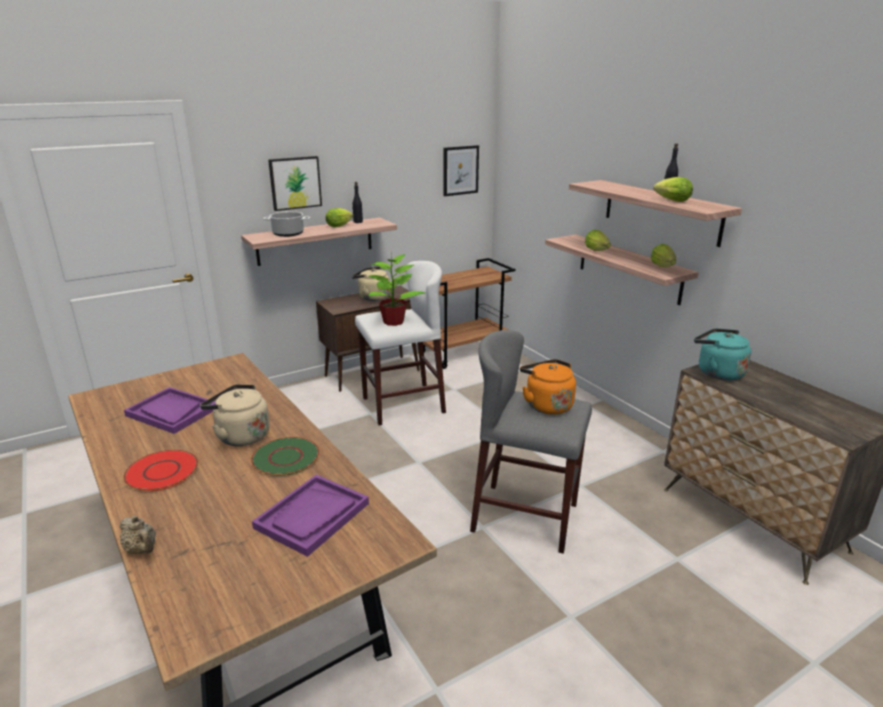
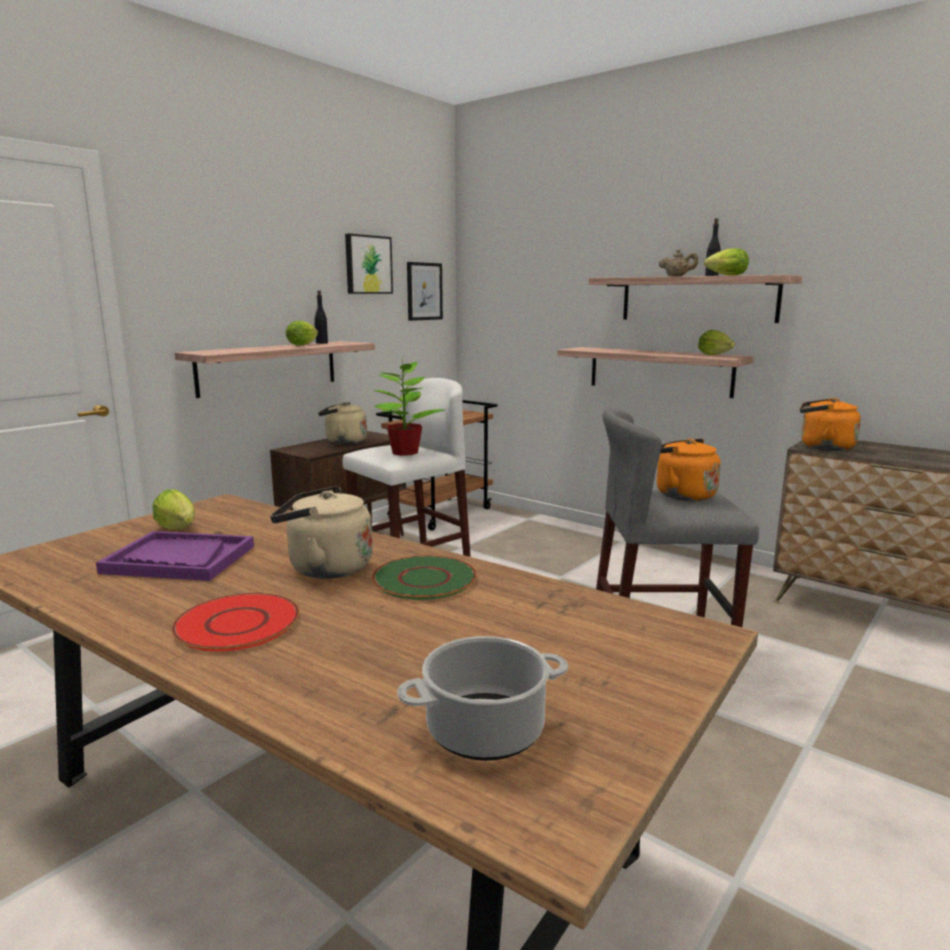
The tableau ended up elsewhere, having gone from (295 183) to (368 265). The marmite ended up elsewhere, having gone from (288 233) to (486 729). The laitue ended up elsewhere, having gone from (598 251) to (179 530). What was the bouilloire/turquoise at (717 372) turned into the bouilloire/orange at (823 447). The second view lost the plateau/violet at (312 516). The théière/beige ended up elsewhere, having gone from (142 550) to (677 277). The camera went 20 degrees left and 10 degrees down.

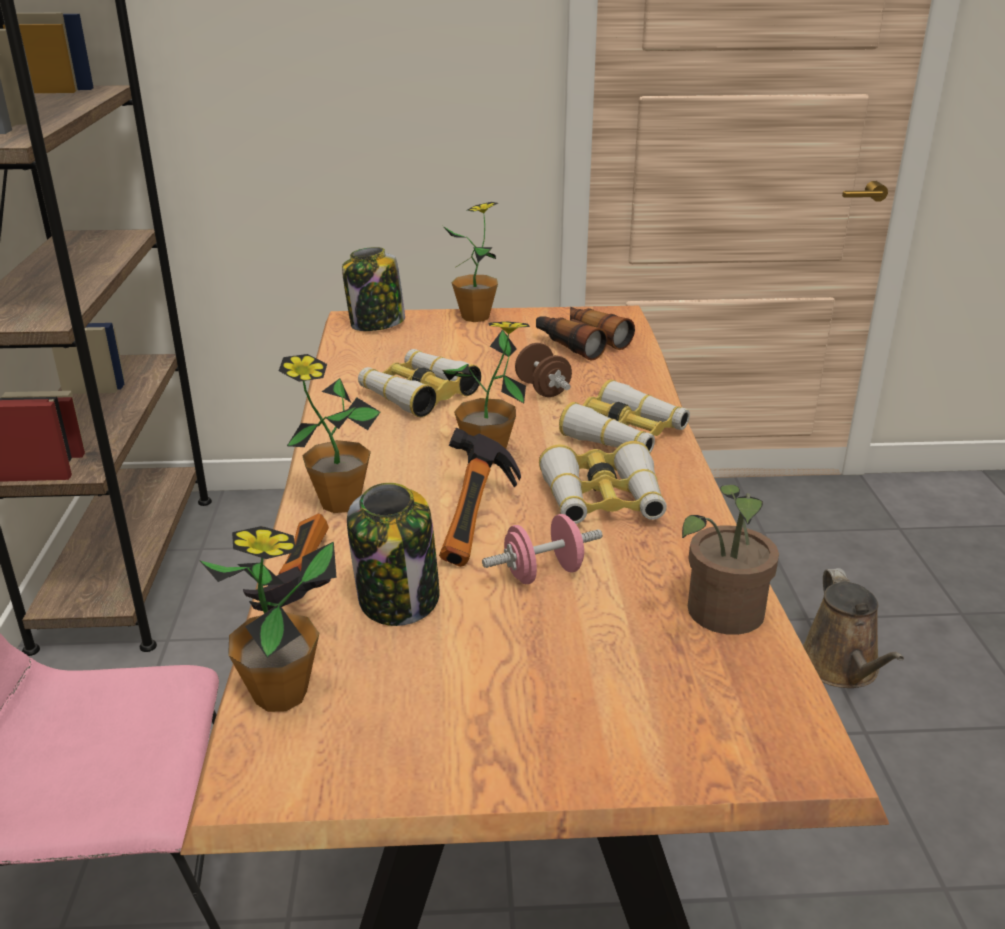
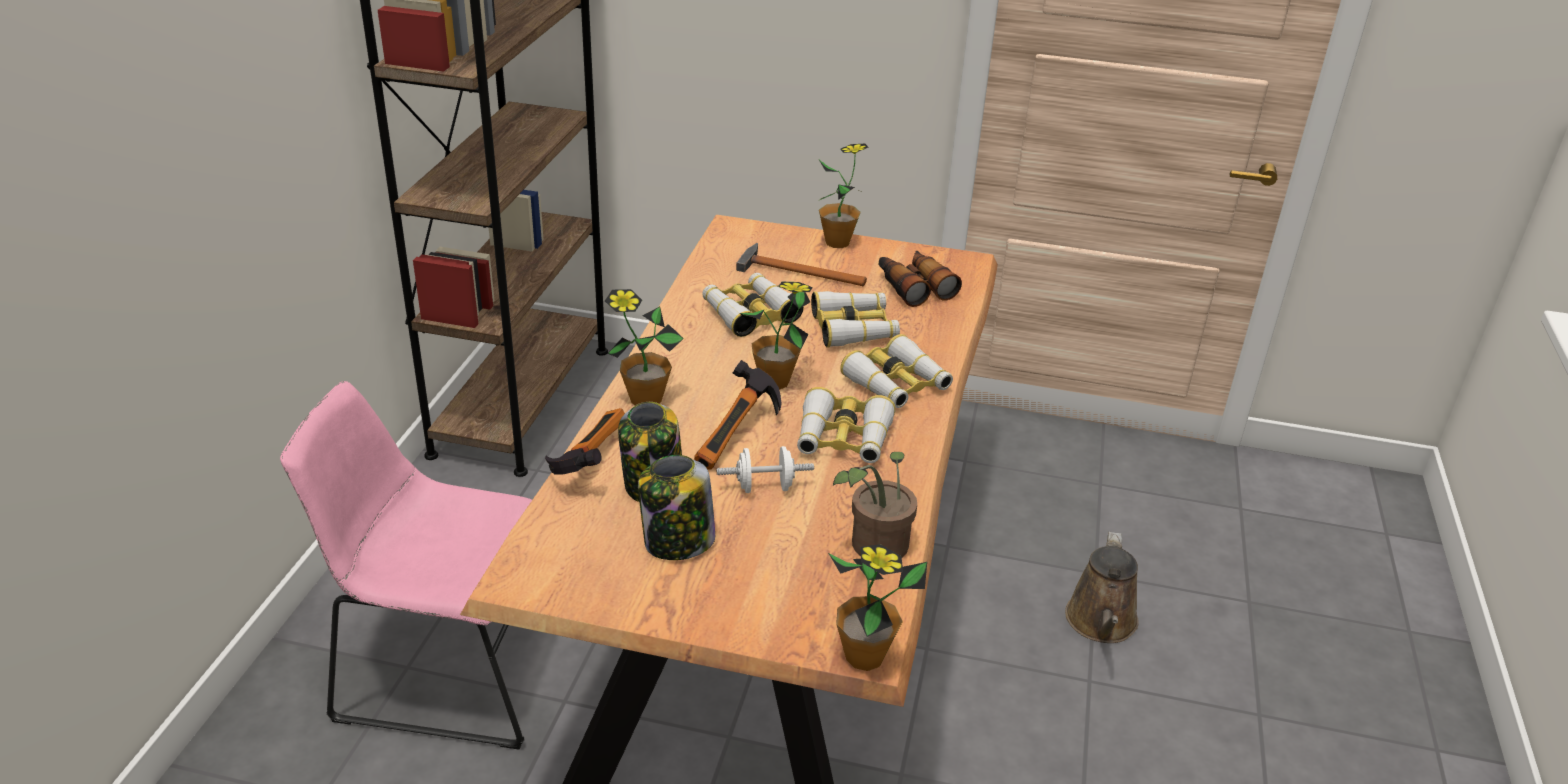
The bocal ended up elsewhere, having gone from (376 324) to (677 542). Where the haltère/marron stood at (542 389), the jumelles came to stand at (854 328). What was the haltère/rose at (543 573) turned into the haltère/blanc at (764 487). The plante en pot ended up elsewhere, having gone from (280 694) to (864 657). The second view gained the marteau at (796 271). The camera went 15 degrees right and 5 degrees up.

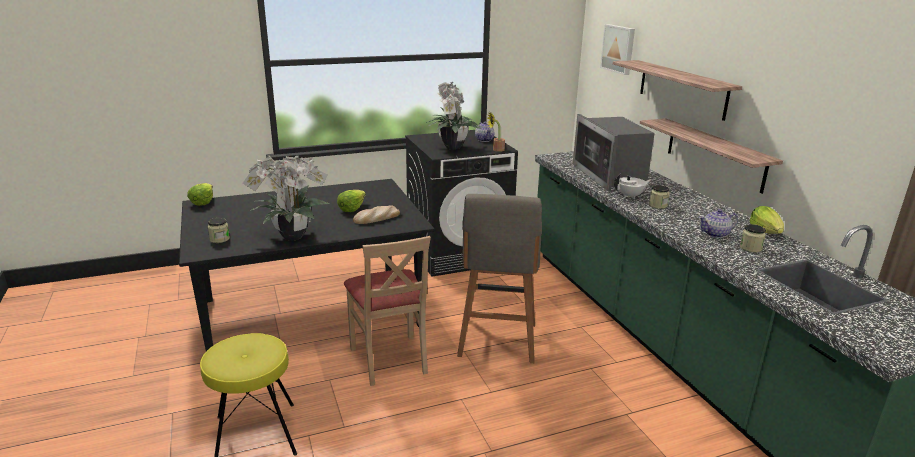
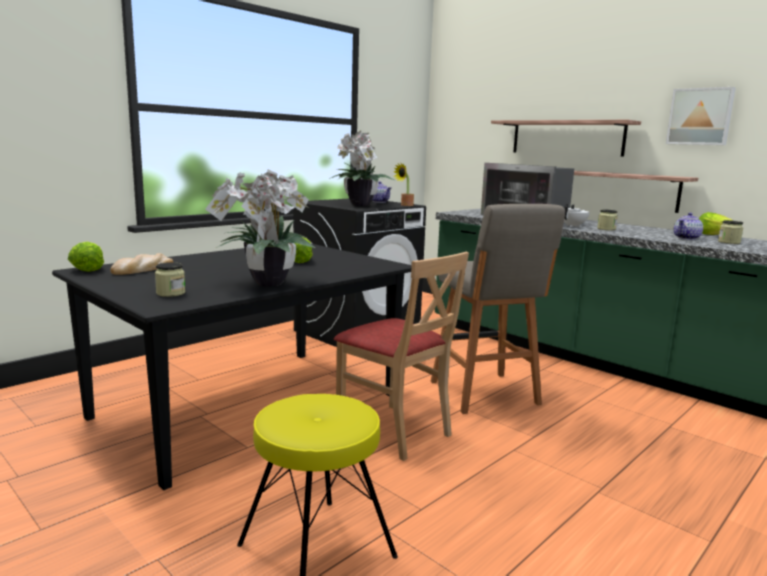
The tableau ended up elsewhere, having gone from (619 49) to (700 116). The pain ended up elsewhere, having gone from (376 218) to (143 269). The camera went 25 degrees left and 10 degrees down.

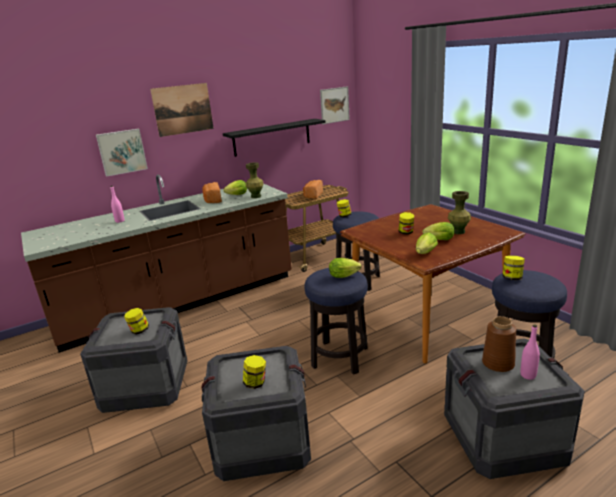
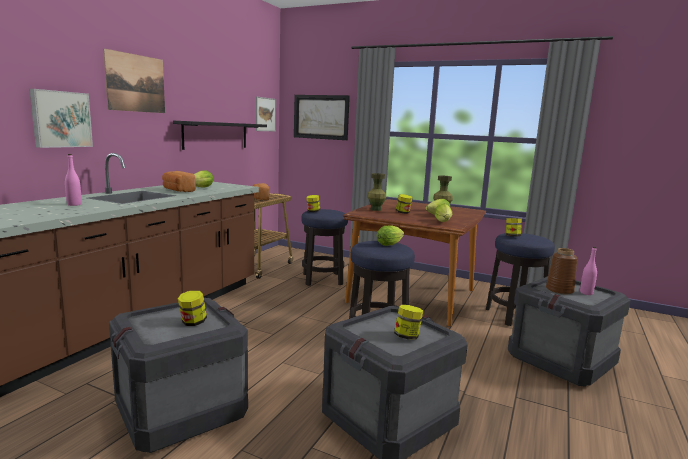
The vase/vert ended up elsewhere, having gone from (256 196) to (376 209). The second view gained the tableau at (321 117). The camera went 35 degrees left and 10 degrees down.

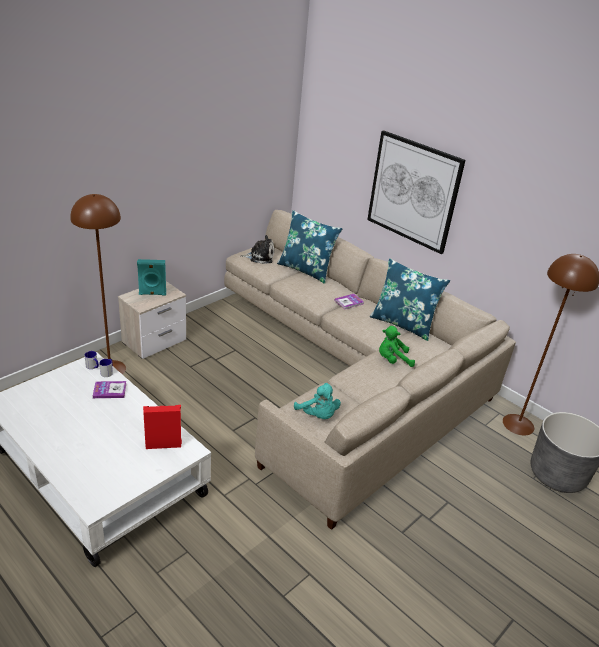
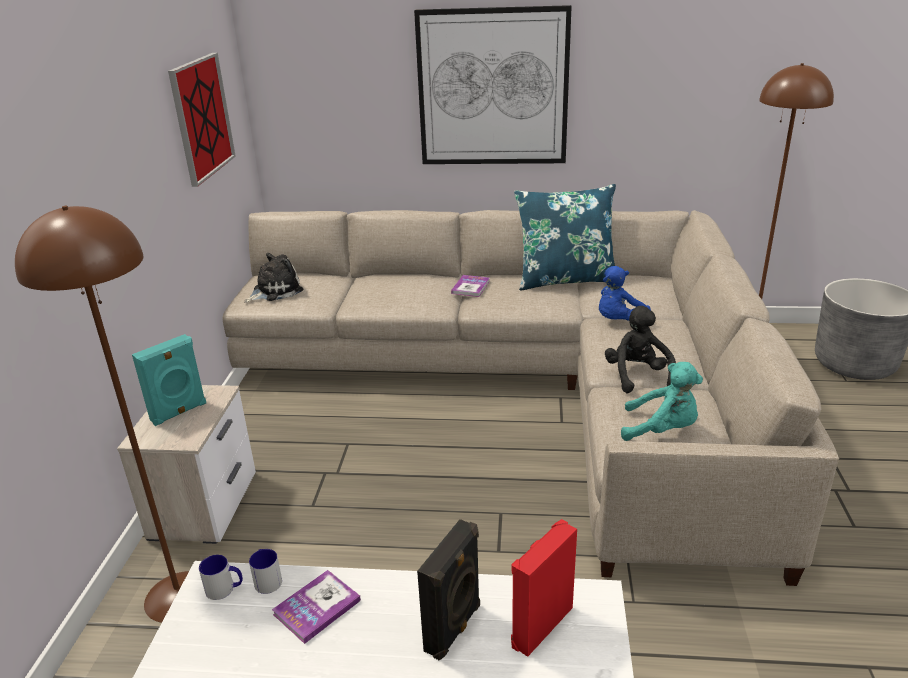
The second view lost the coussin/bleu at (306 270). What was the peluche/vert at (392 360) turned into the peluche/bleu at (618 321). The second view gained the tableau at (202 117). The second view gained the peluche/noir at (637 376). The second view gained the enceinte/noir at (454 628). The camera went 35 degrees left and 5 degrees down.

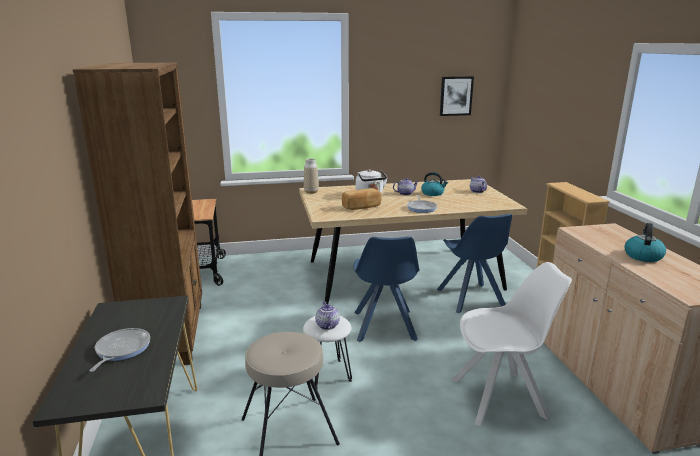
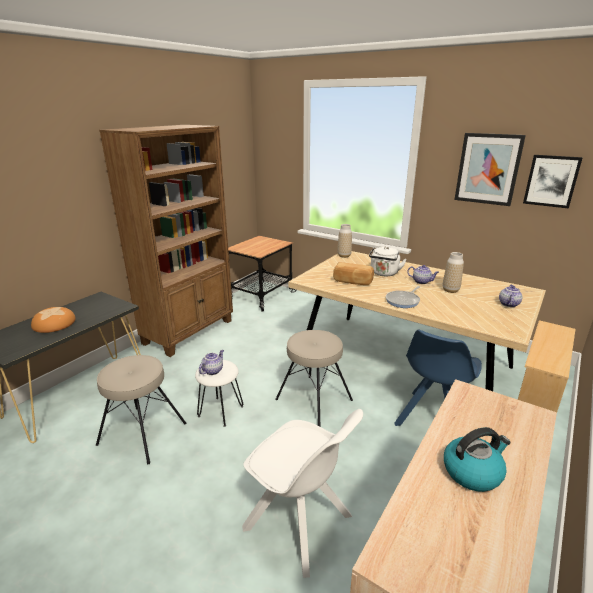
Where the bouilloire stood at (433 193), the vase came to stand at (450 290). Where the chaise/bleu stood at (384 327), the tabouret/beige came to stand at (313 400). Where the poêle stood at (121 349), the pain came to stand at (54 323). The second view gained the tableau at (488 169). The camera went 45 degrees right and 5 degrees up.

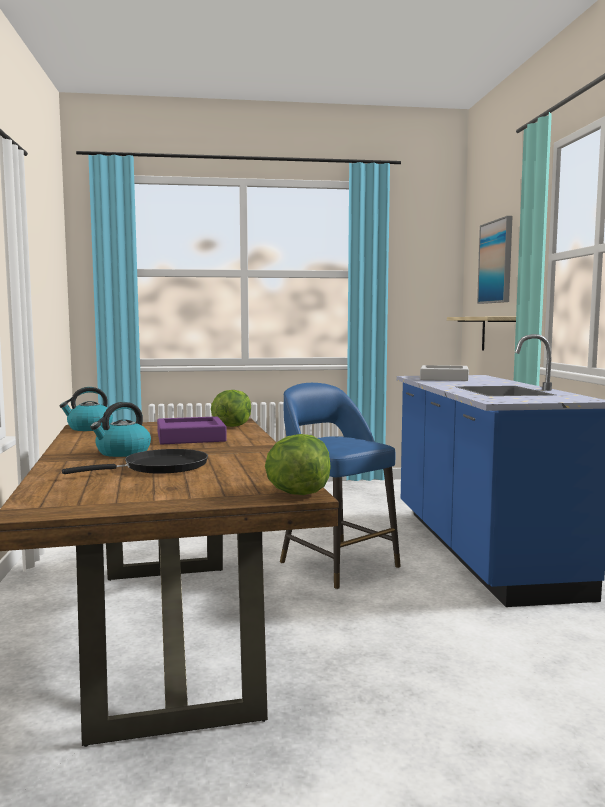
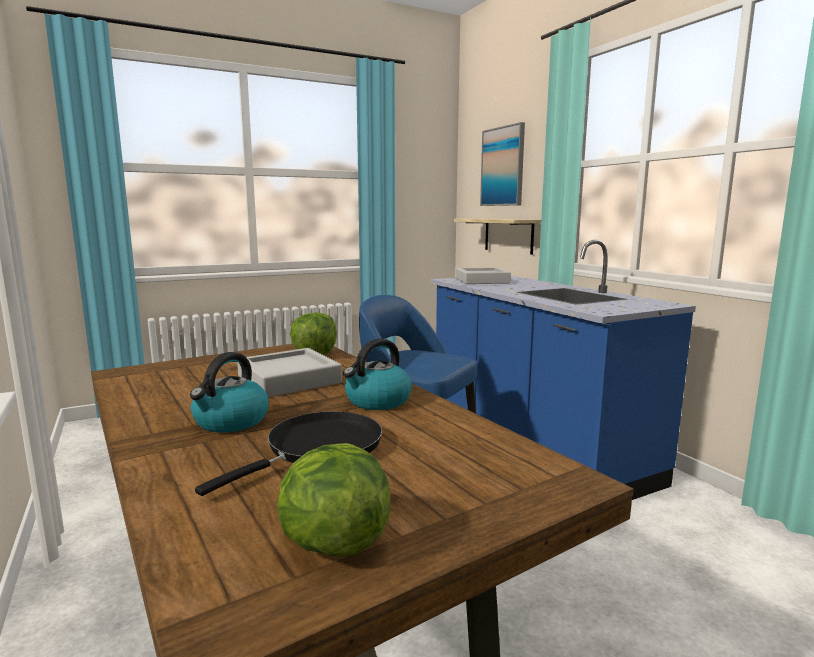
The bouilloire ended up elsewhere, having gone from (89 428) to (377 401). What was the plateau/violet at (191 437) turned into the plateau/gris at (289 380). The laitue ended up elsewhere, having gone from (297 493) to (333 542). The camera went 20 degrees left and 5 degrees up.

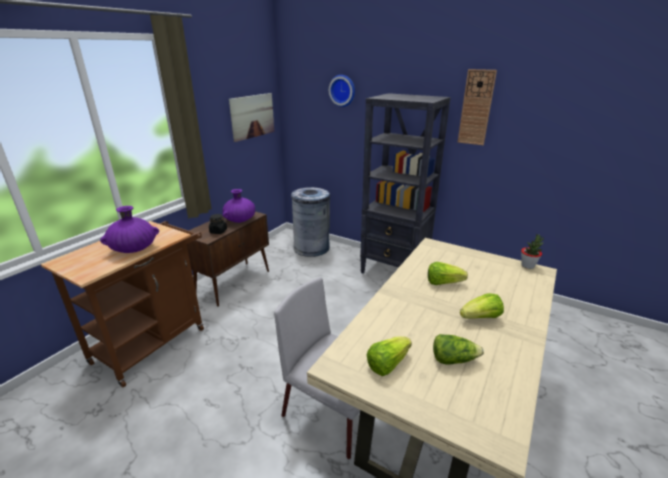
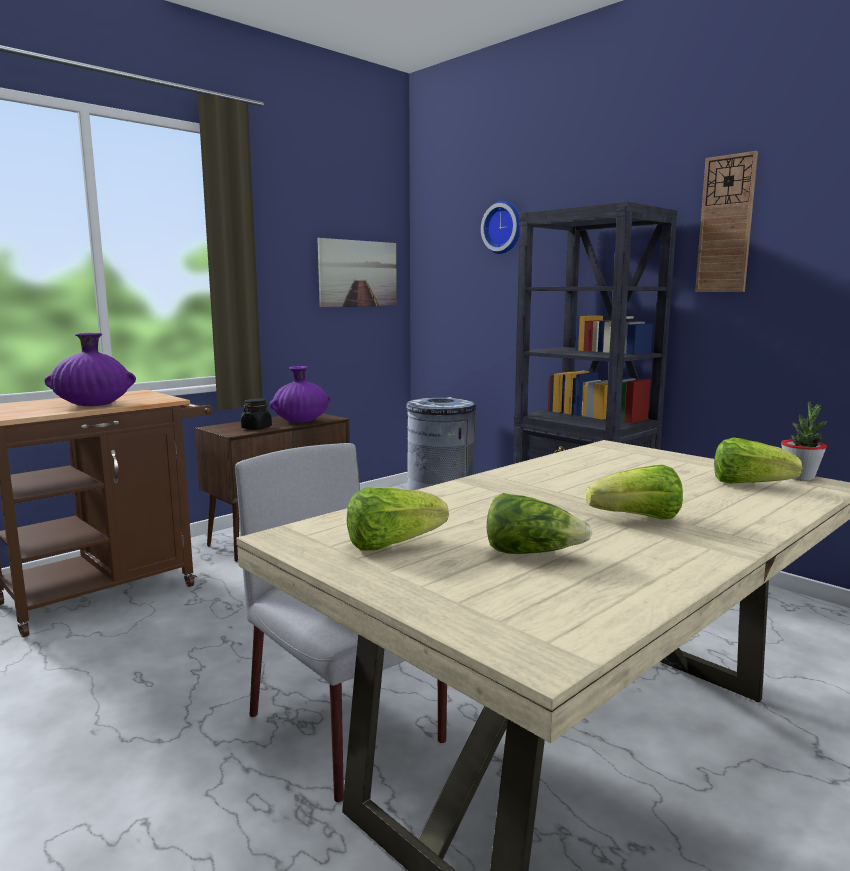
The laitue ended up elsewhere, having gone from (443 283) to (749 484). The camera went 15 degrees right and 15 degrees down.

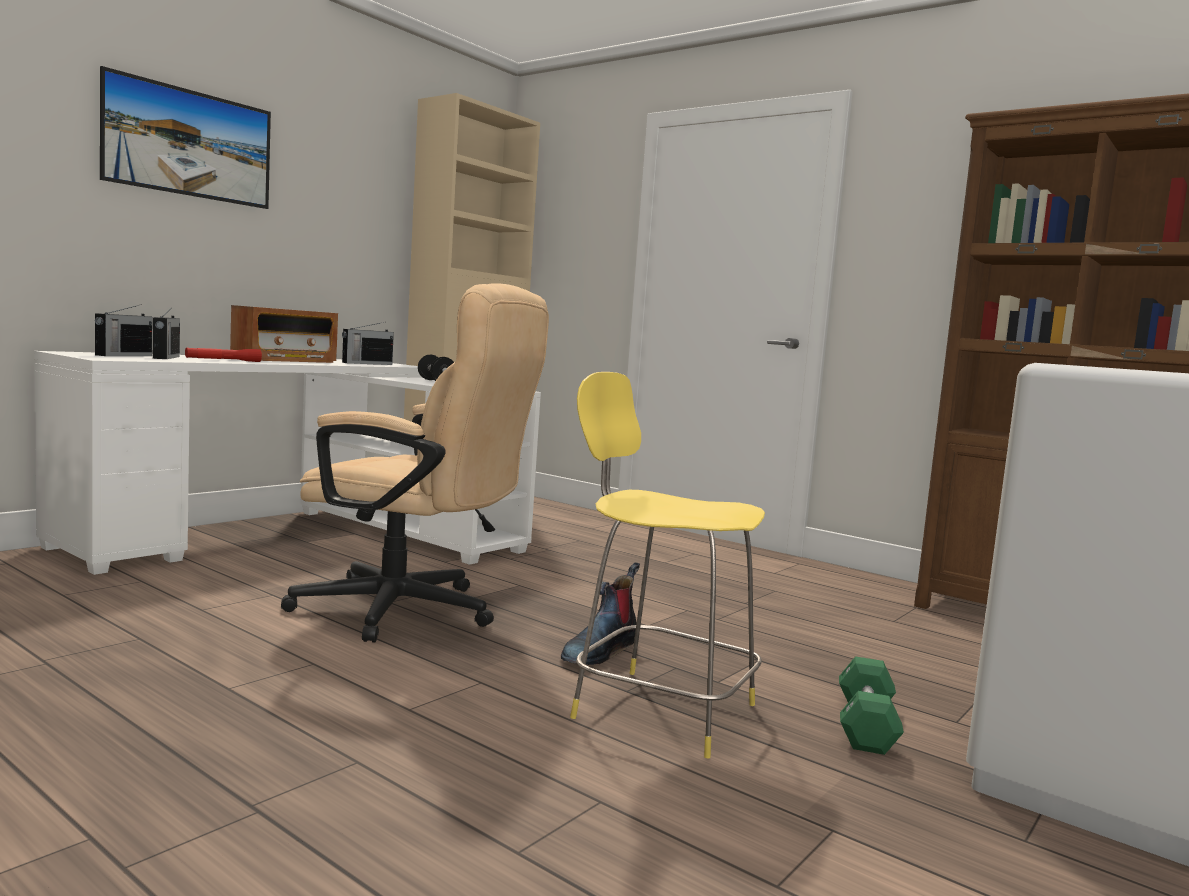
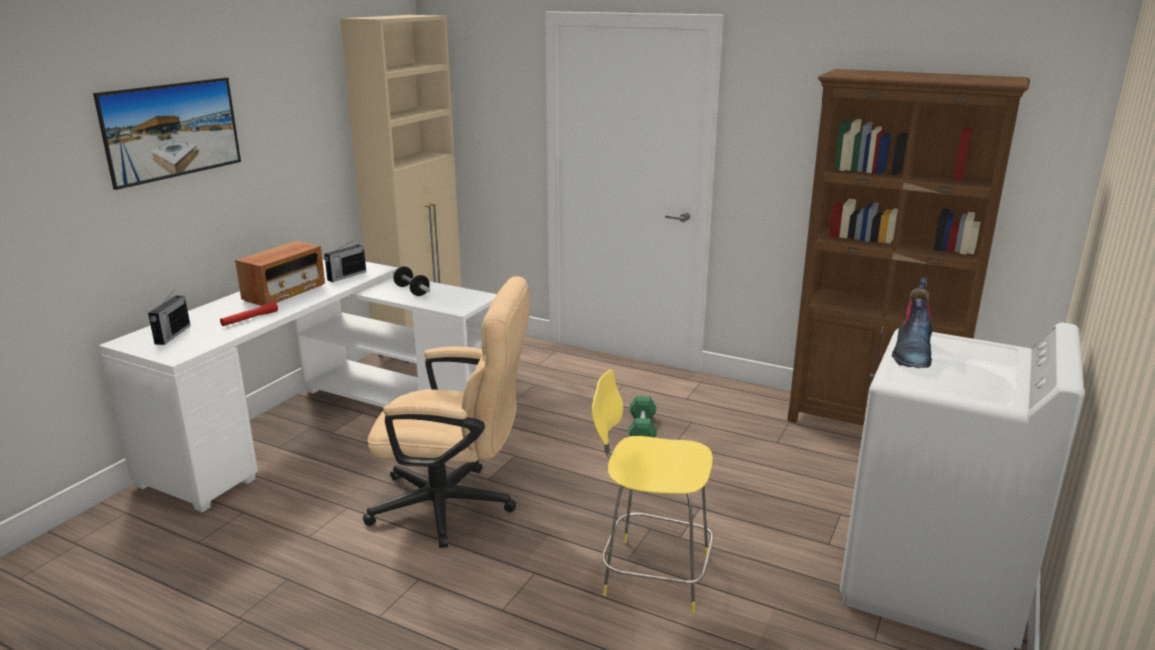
The second view lost the radio at (166 357). The botte ended up elsewhere, having gone from (599 651) to (911 352). The haltère/vert ended up elsewhere, having gone from (866 725) to (642 430). The camera went 10 degrees left and 15 degrees up.

